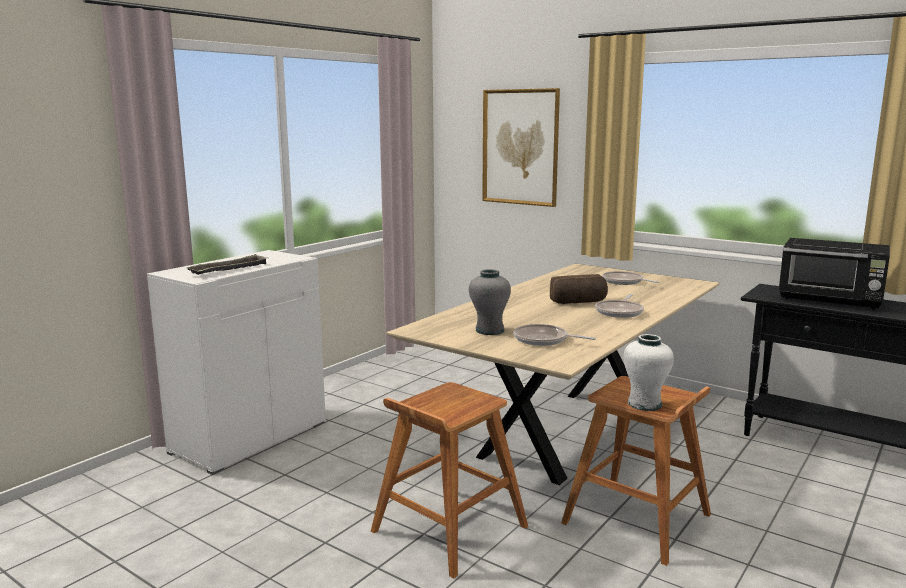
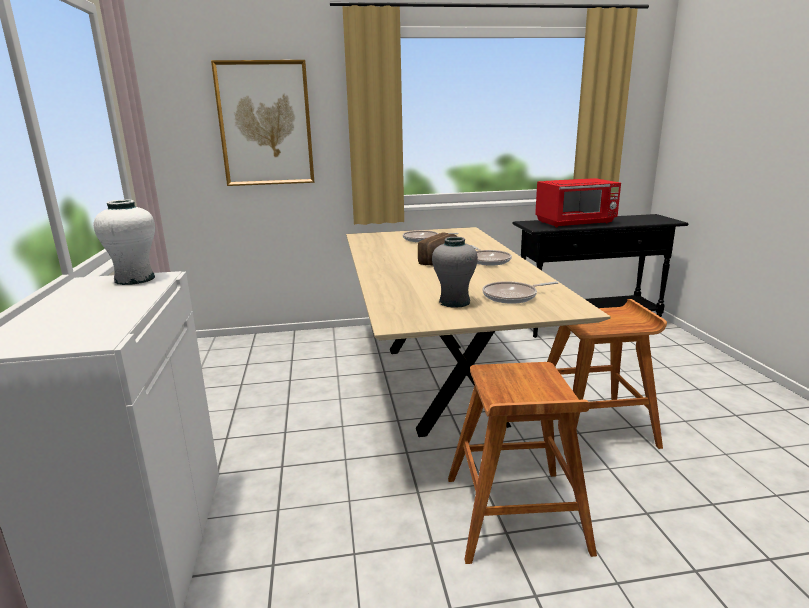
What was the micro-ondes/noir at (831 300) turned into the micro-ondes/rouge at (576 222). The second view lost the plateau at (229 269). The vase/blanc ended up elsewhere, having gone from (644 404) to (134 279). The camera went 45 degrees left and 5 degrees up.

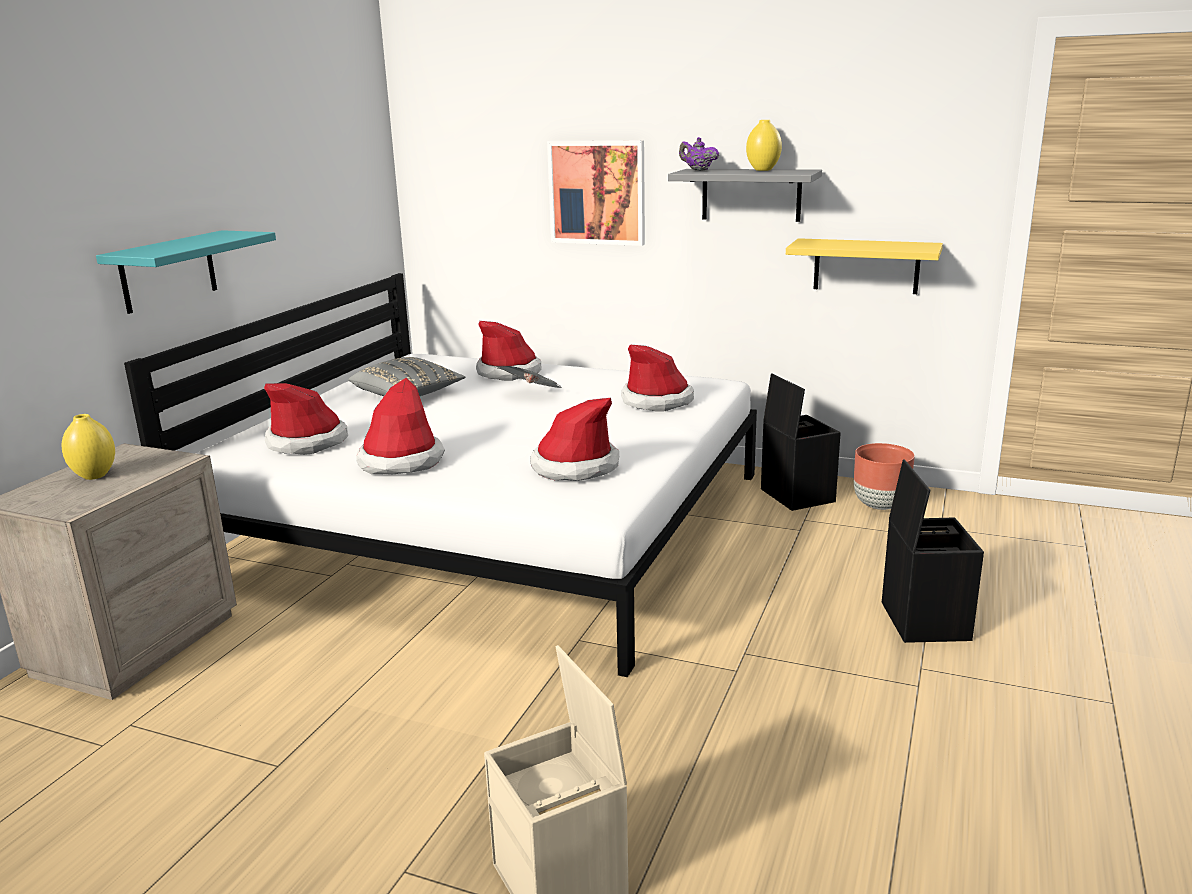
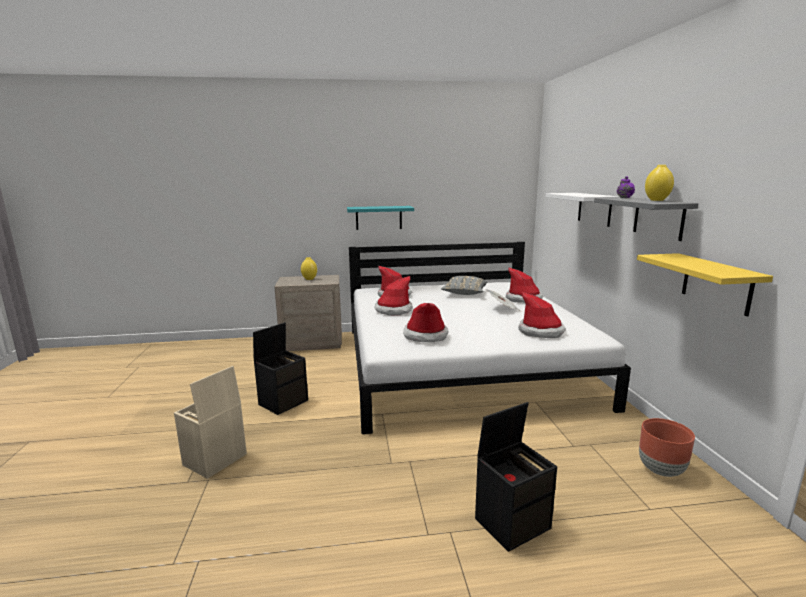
Where the tableau hung at (597 192), the étagère/blanc came to hang at (594 209). The boîte de rangement/noir ended up elsewhere, having gone from (795 495) to (283 402). The camera went 60 degrees right and 5 degrees down.

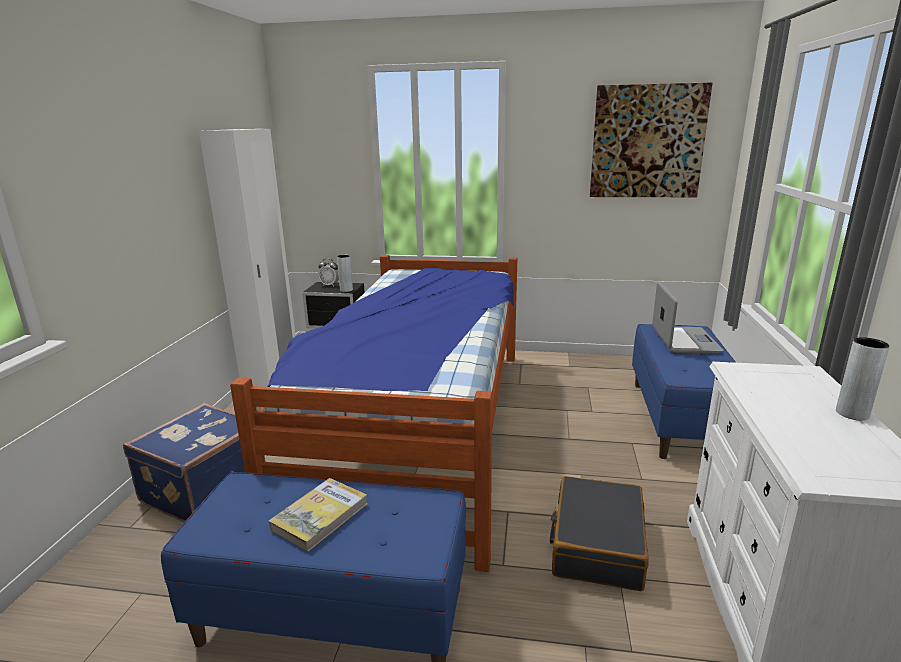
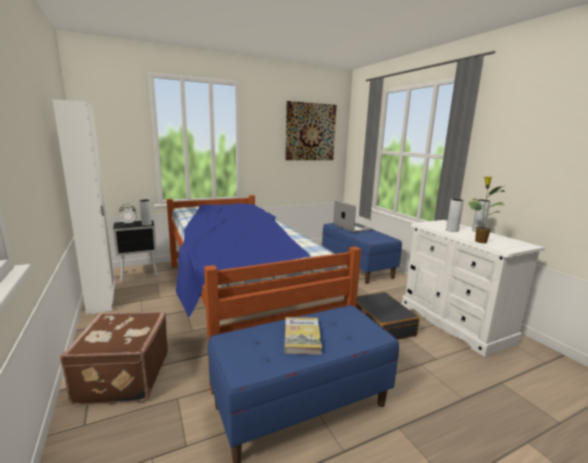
What was the valise/bleu at (202 488) turned into the valise/marron at (122 377). The second view gained the plante en pot at (479 241). The second view gained the vase/gris at (452 230). The camera went 35 degrees left and 5 degrees down.

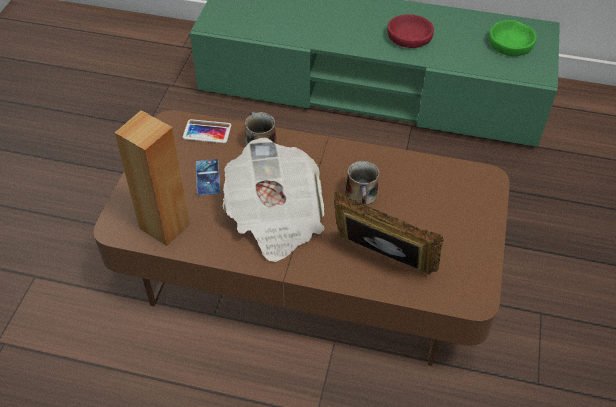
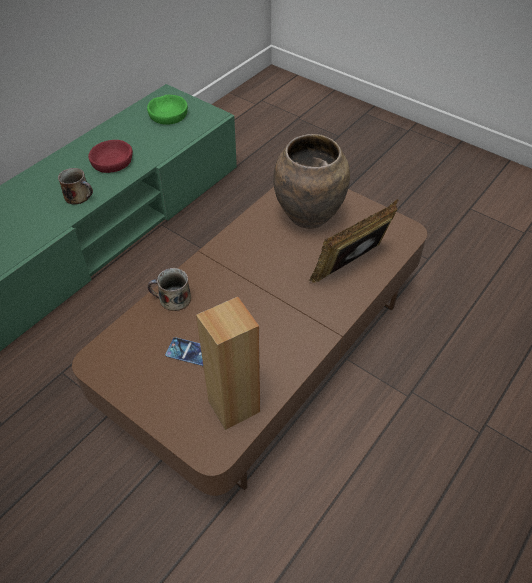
The second view lost the téléphone at (207 132). The second view lost the journal at (275 218). The mug ended up elsewhere, having gone from (362 195) to (79 196). The second view gained the vase/marron at (309 217). The camera went 65 degrees left and 0 degrees up.

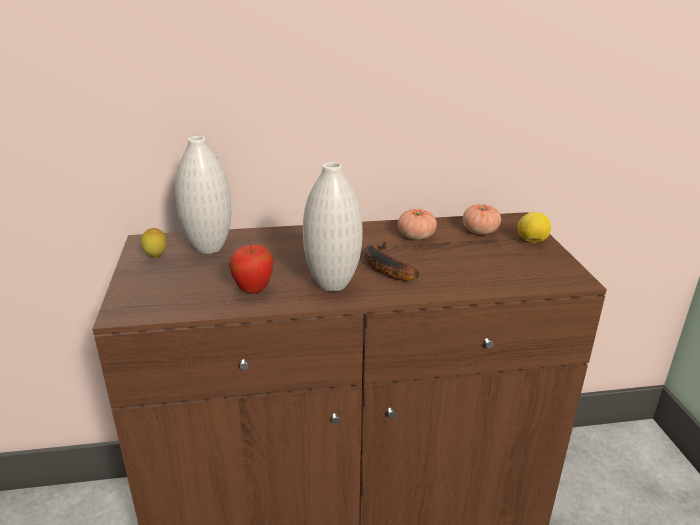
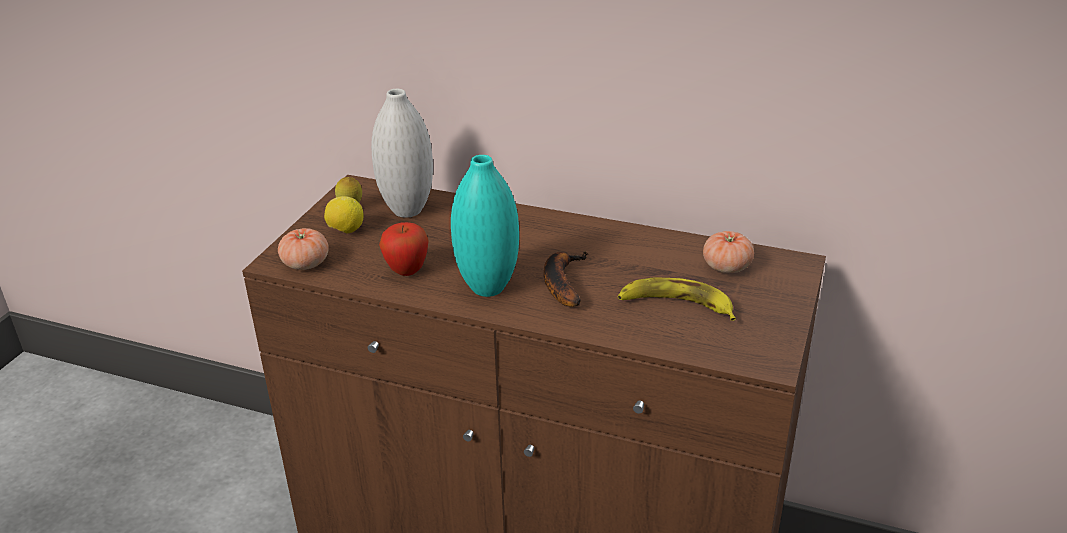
What was the vase/blanc at (333 284) turned into the vase/turquoise at (488 288). The tomate ended up elsewhere, having gone from (416 236) to (305 263). The citron ended up elsewhere, having gone from (531 241) to (345 231). The second view gained the banane at (675 305). The camera went 30 degrees right and 5 degrees up.

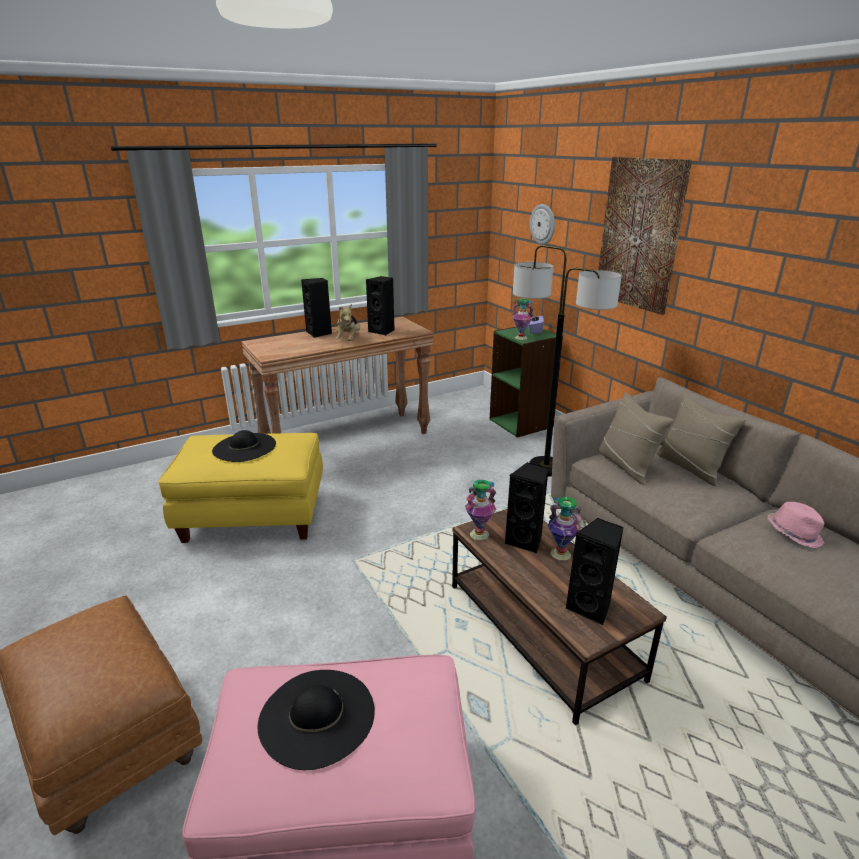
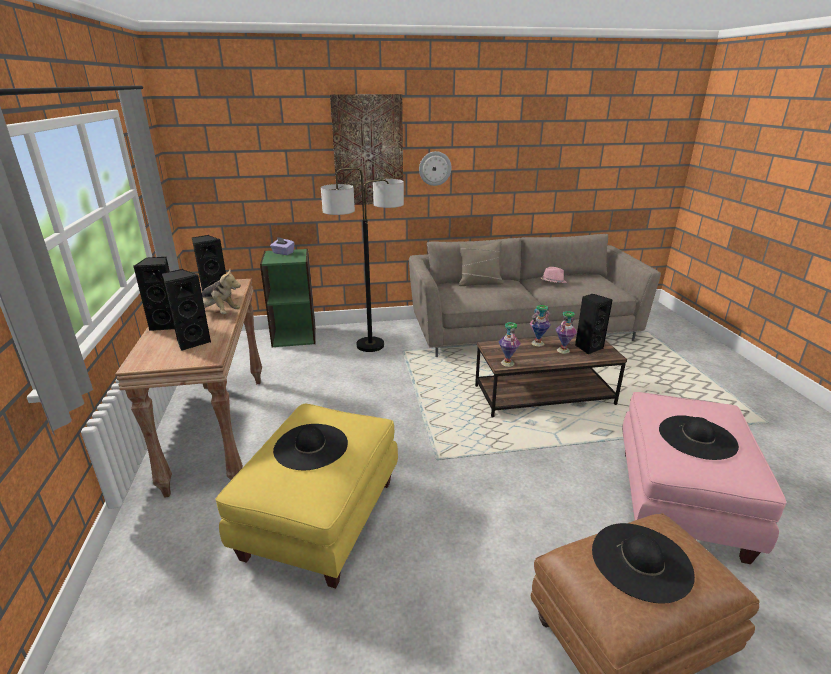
The horloge murale ended up elsewhere, having gone from (543 224) to (435 168). The vase ended up elsewhere, having gone from (521 337) to (563 350). The second view lost the coussin/beige at (627 465). The enceinte/noir ended up elsewhere, having gone from (526 541) to (192 342). The second view gained the chapeau/noir at (641 561). The camera went 70 degrees left and 0 degrees up.

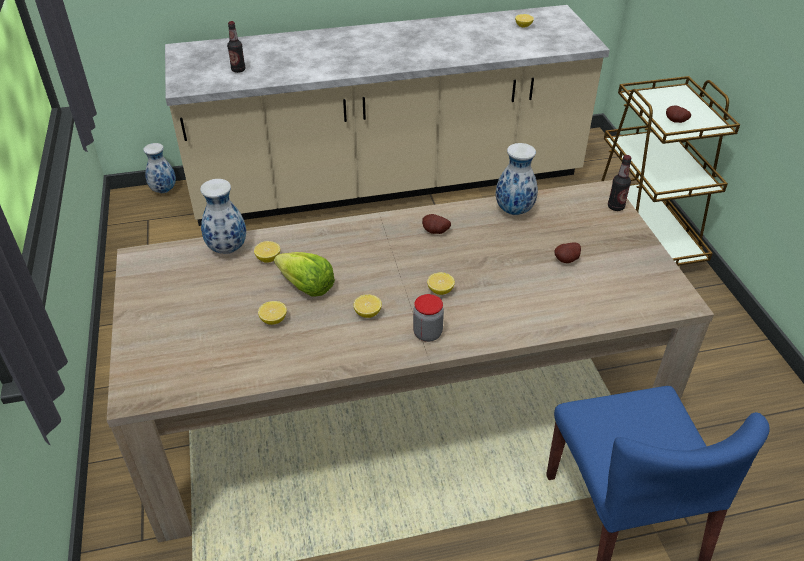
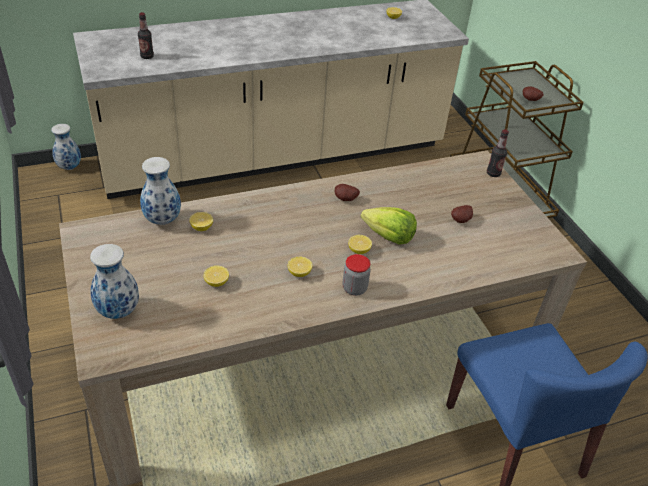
The vase ended up elsewhere, having gone from (514 210) to (119 310). The laitue ended up elsewhere, having gone from (306 287) to (388 237). The camera went 10 degrees left and 0 degrees up.

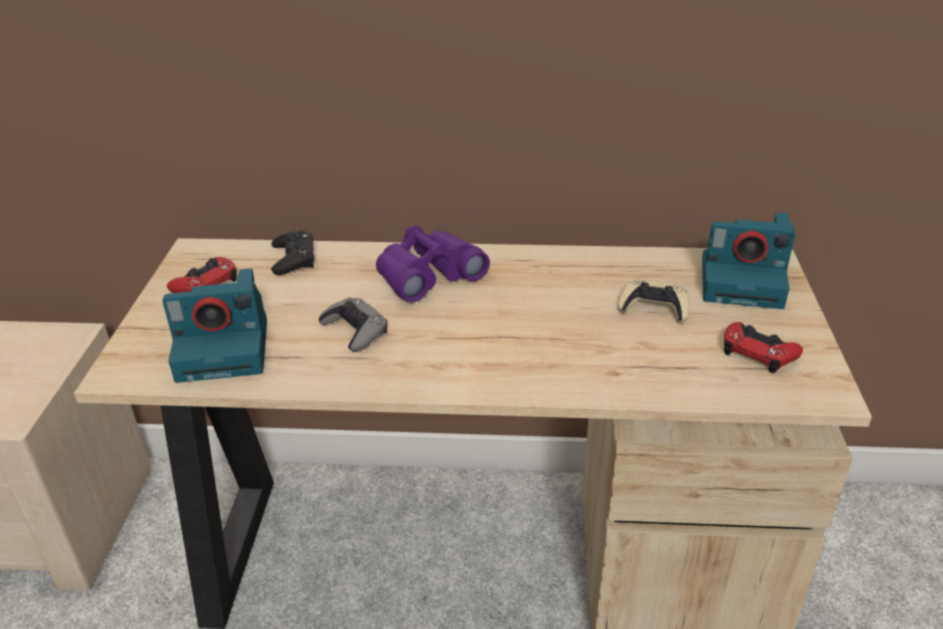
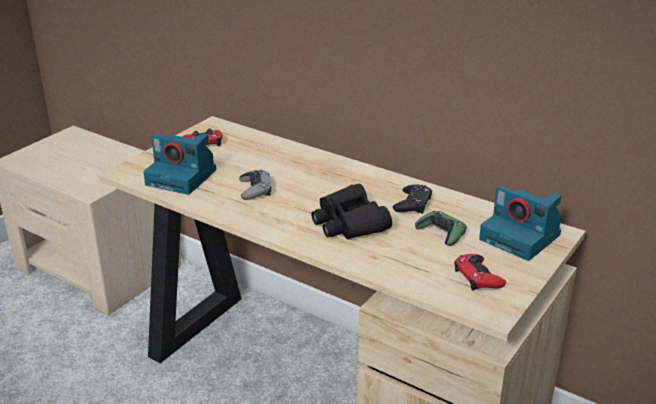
The second view lost the jumelles/violet at (428 275). The manette/noir ended up elsewhere, having gone from (293 259) to (412 204). What was the manette/beige at (653 307) turned into the manette/vert at (441 232). The second view gained the jumelles/noir at (349 223). The camera went 30 degrees right and 5 degrees down.

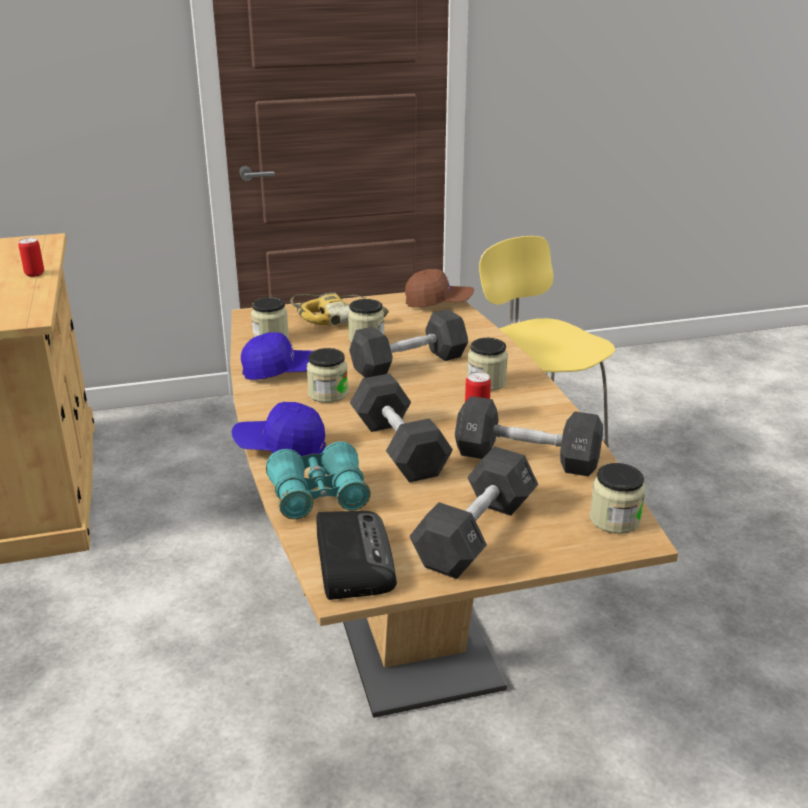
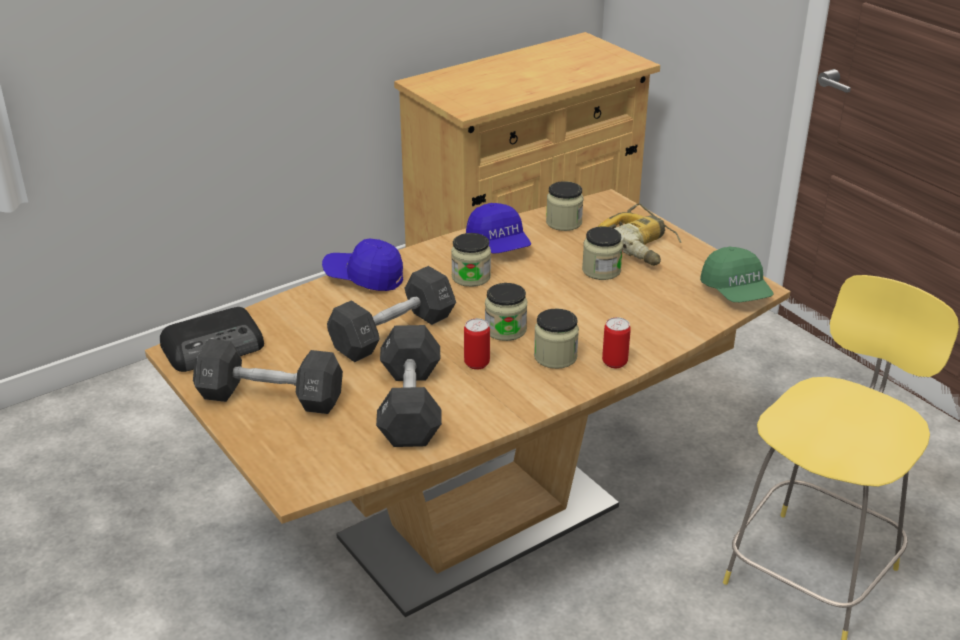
The boîte métallique ended up elsewhere, having gone from (34 274) to (614 362). What was the casquette/marron at (438 303) turned into the casquette/vert at (736 292). The second view lost the haltère/noir at (409 363). The casquette/bleu at (280 447) ended up facing another way, 60 degrees counterclockwise from before. The second view lost the jumelles/turquoise at (319 495). The bocal ended up elsewhere, having gone from (614 519) to (505 330). The camera went 70 degrees right and 5 degrees up.

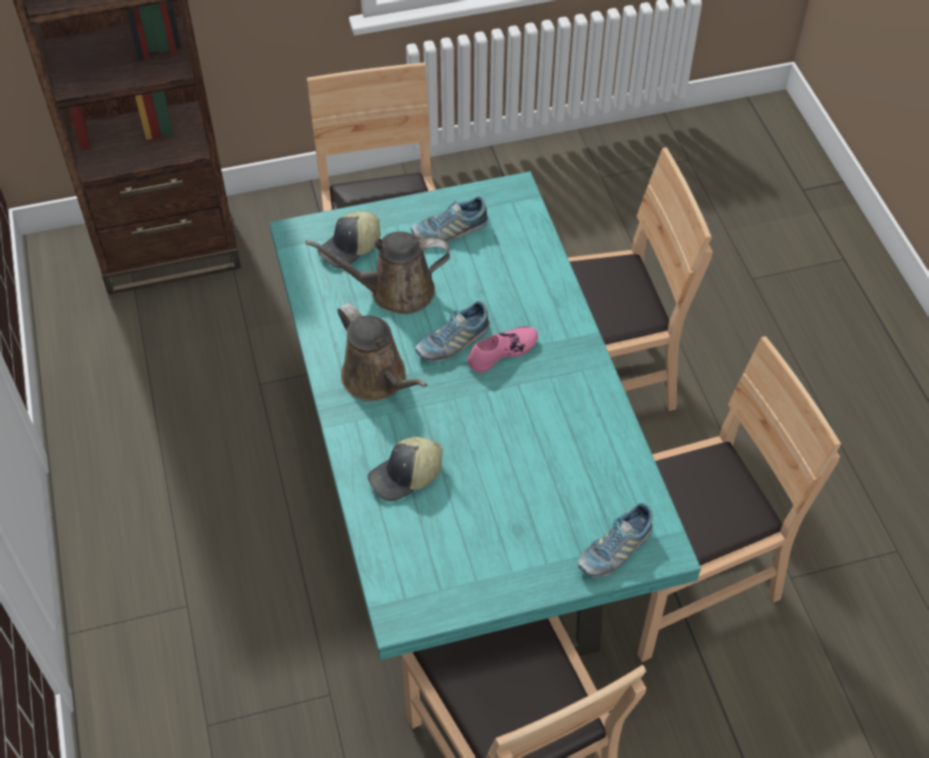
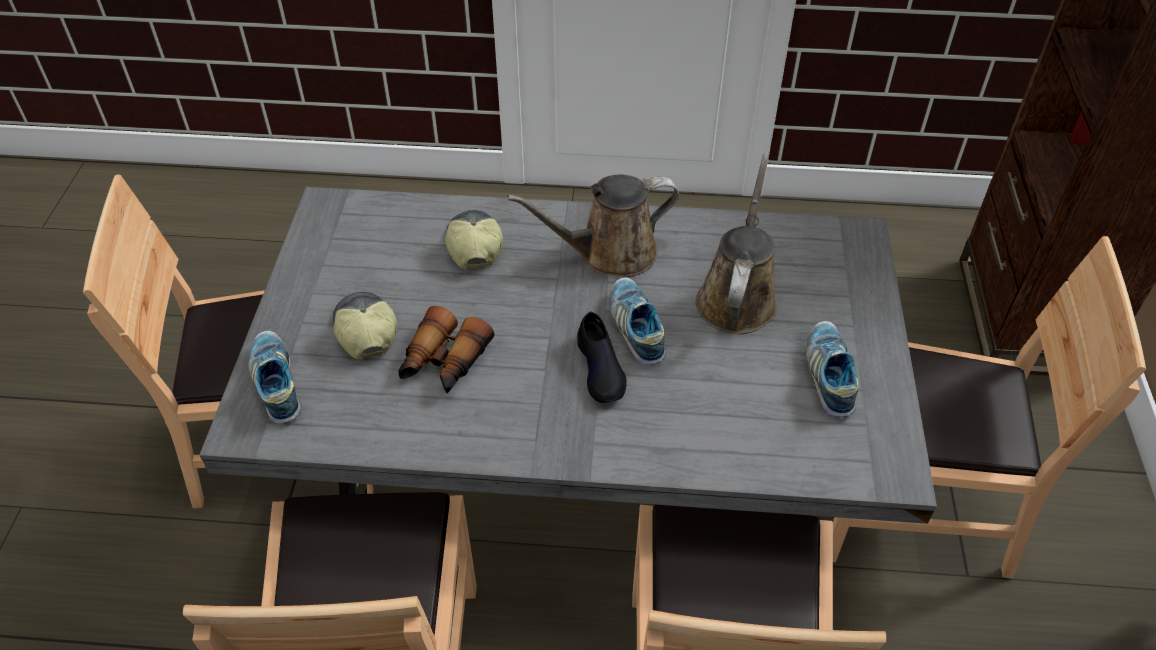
What was the table à manger/turquoise at (466 508) turned into the table à manger/gris at (574 490). The casquette ended up elsewhere, having gone from (350 248) to (364 331). What was the chaussure/rose at (502 352) turned into the chaussure/noir at (601 369). The second view gained the jumelles at (443 363). The camera went 110 degrees right and 5 degrees down.

